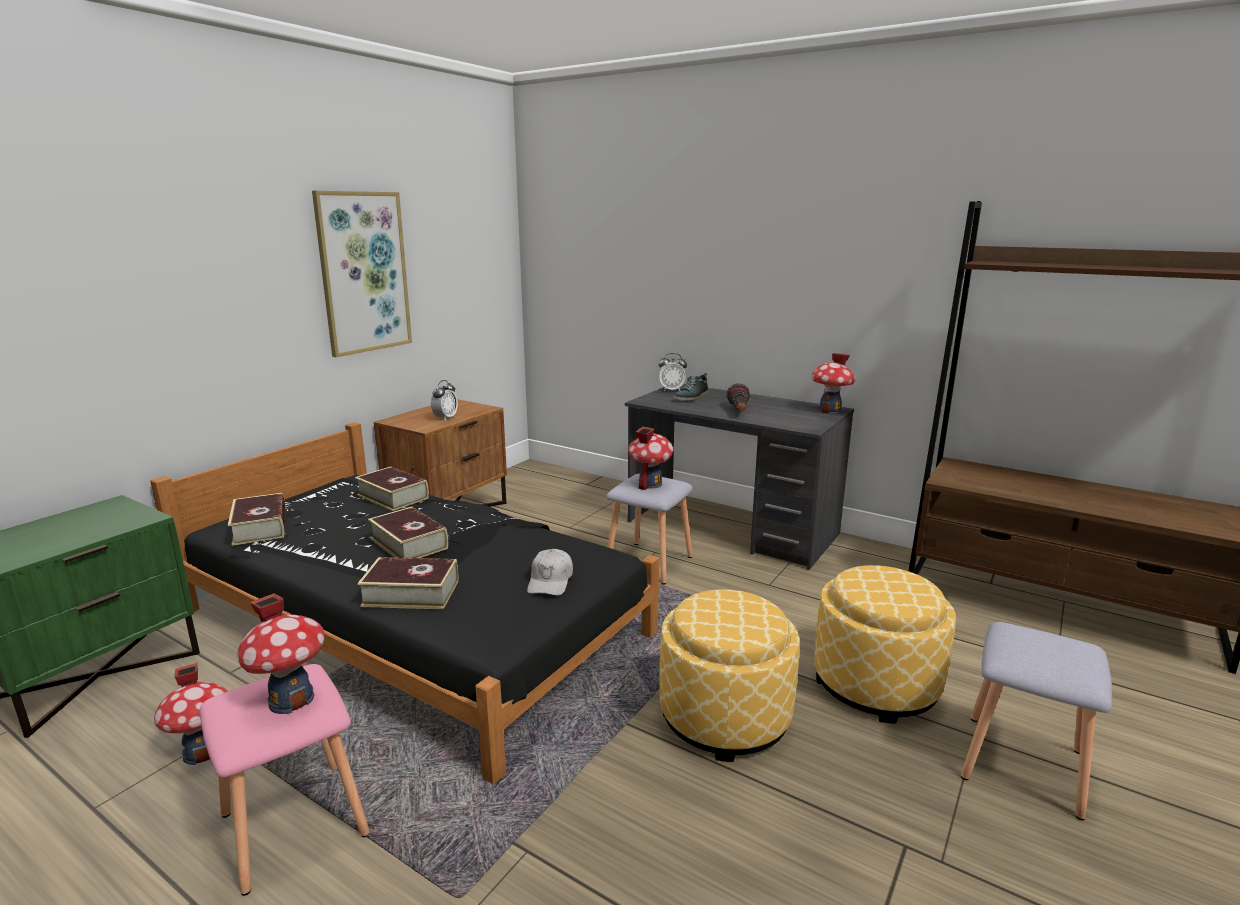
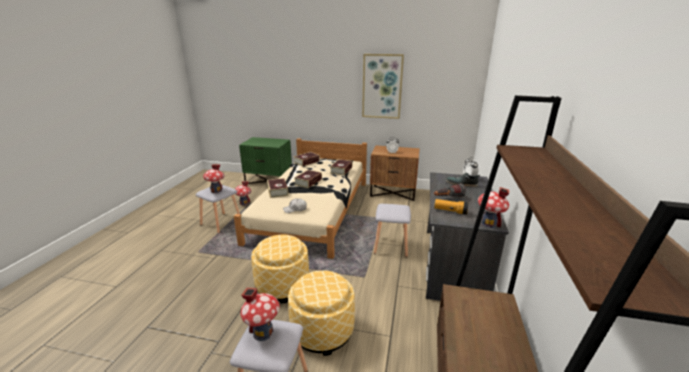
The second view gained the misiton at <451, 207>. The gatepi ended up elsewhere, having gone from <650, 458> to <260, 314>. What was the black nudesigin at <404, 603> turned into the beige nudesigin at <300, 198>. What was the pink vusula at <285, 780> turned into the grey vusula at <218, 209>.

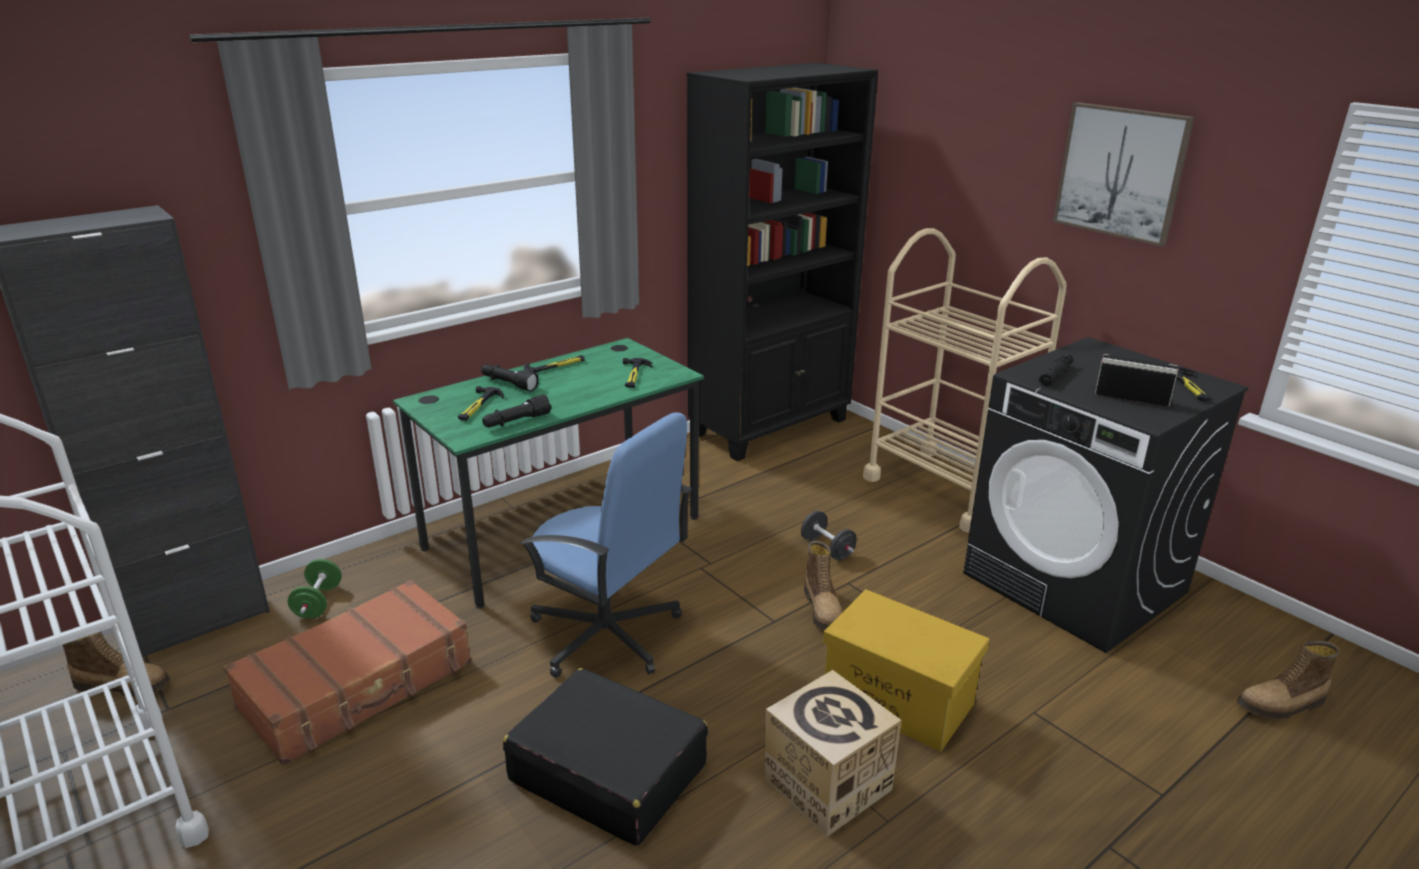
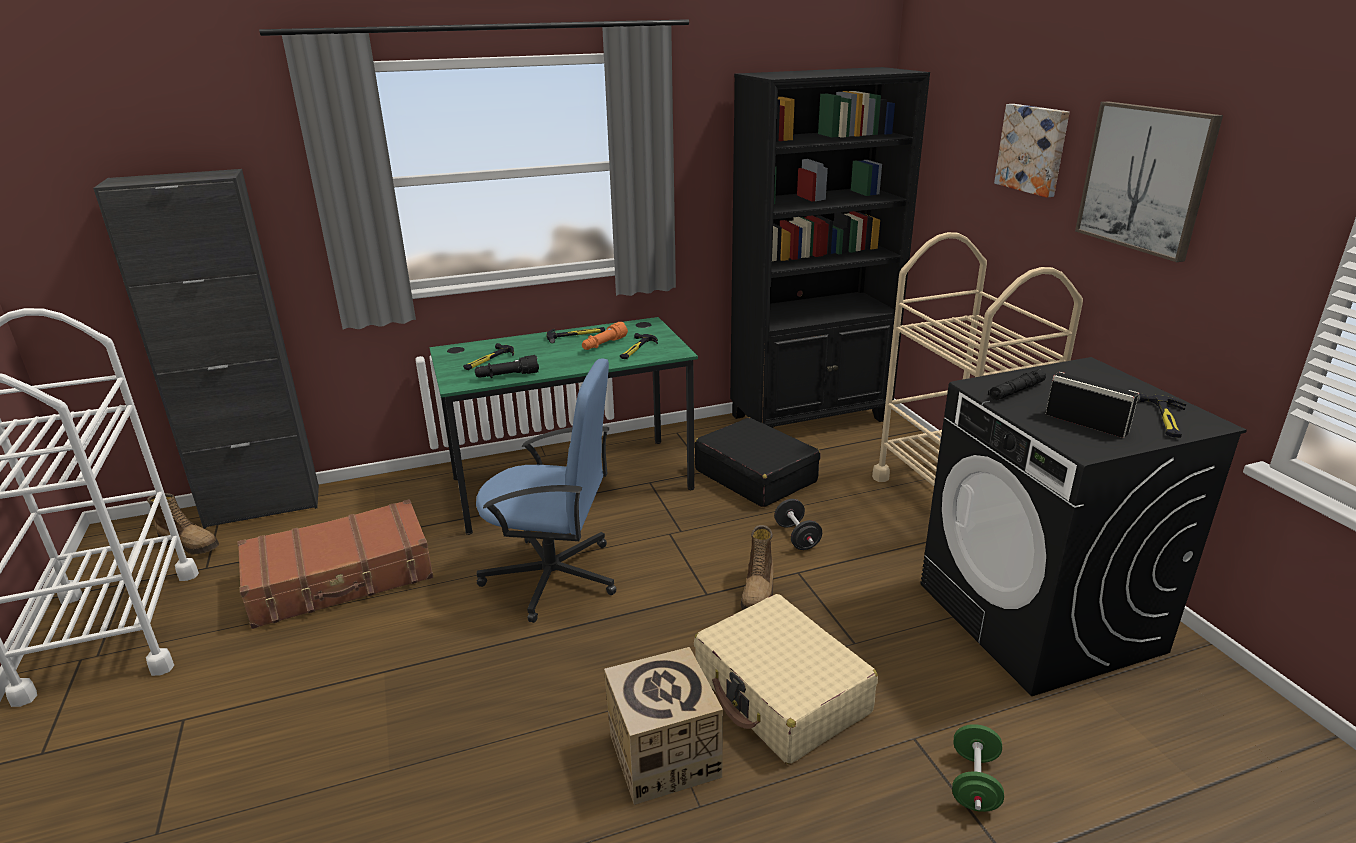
The second view lost the black misiton at <510, 377>. The second view lost the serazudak at <1288, 680>. The second view gained the orange misiton at <605, 336>. The second view gained the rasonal at <1031, 151>. The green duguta ended up elsewhere, having gone from <315, 589> to <978, 768>. The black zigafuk ended up elsewhere, having gone from <605, 757> to <757, 462>. Where the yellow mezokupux stood at <906, 670>, the beige zigafuk came to stand at <786, 679>. The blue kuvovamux at <606, 545> ended up facing another way, 45 degrees counterclockwise from before.

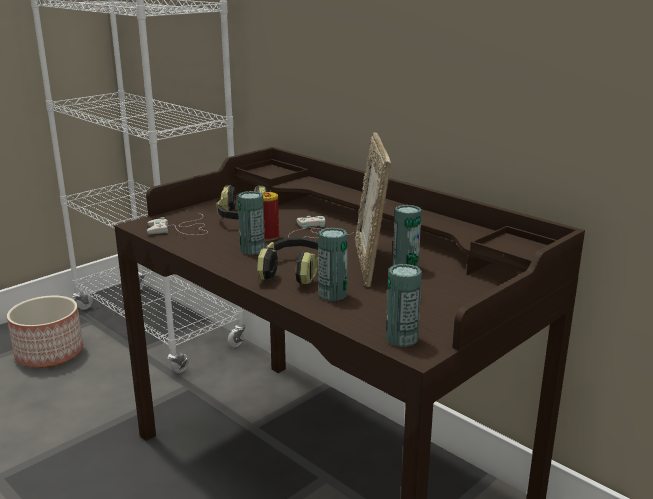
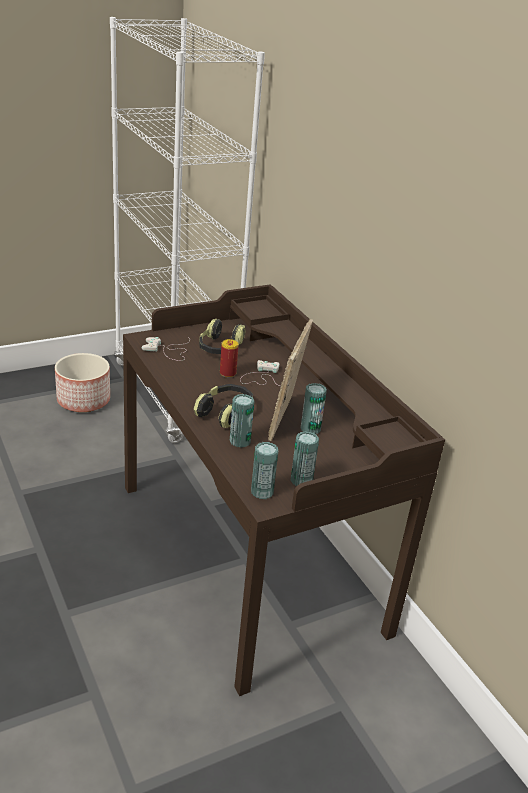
The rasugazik ended up elsewhere, having gone from <251, 223> to <305, 458>.

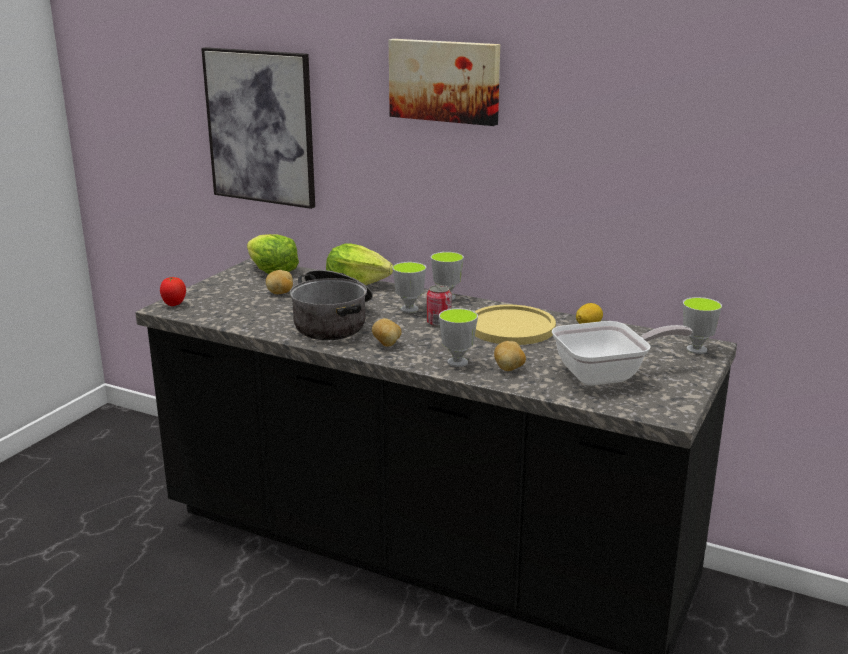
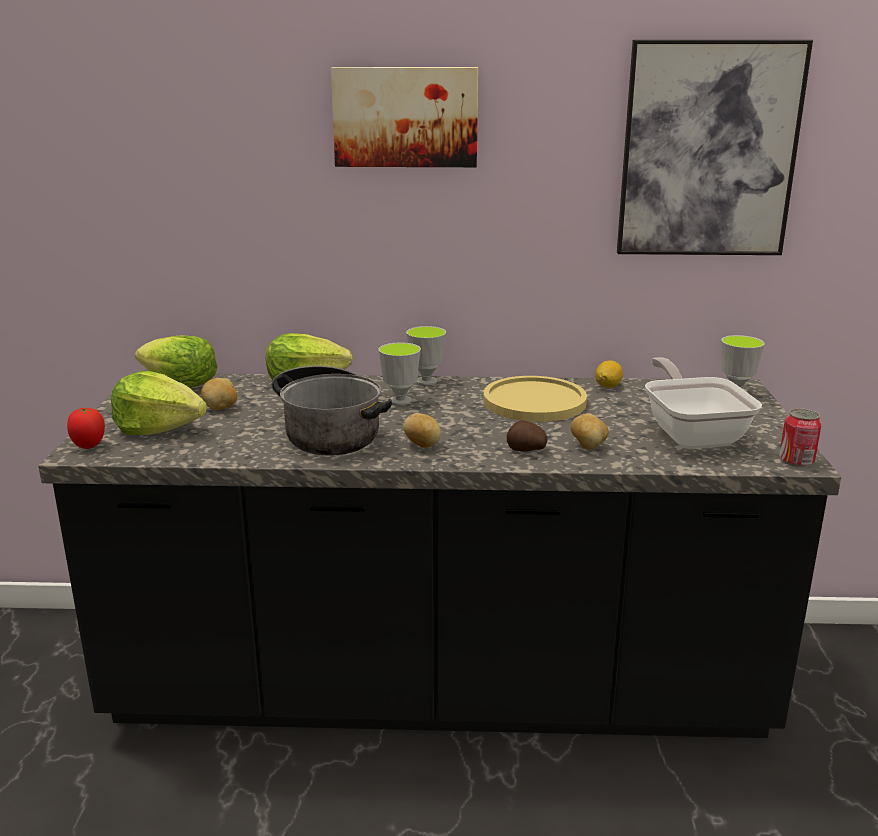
The second view gained the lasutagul at <159, 403>. The rasonal ended up elsewhere, having gone from <258, 128> to <715, 147>. The rasugazik ended up elsewhere, having gone from <439, 306> to <800, 437>. Where the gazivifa stood at <458, 337>, the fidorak came to stand at <527, 436>. The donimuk at <622, 353> ended up facing another way, 60 degrees counterclockwise from before.

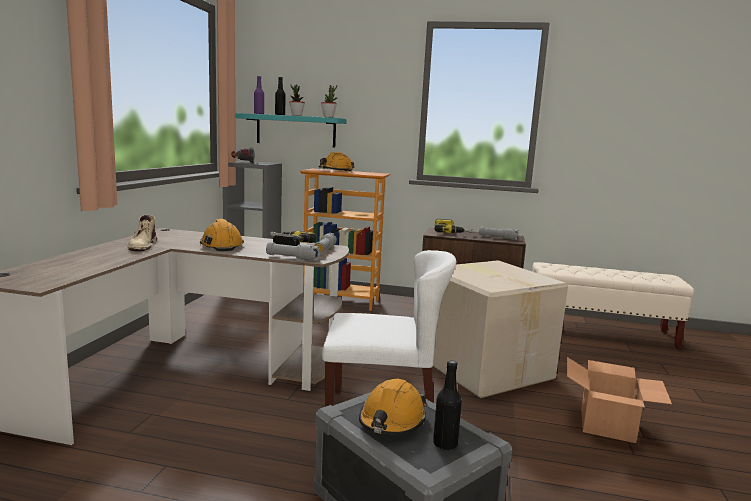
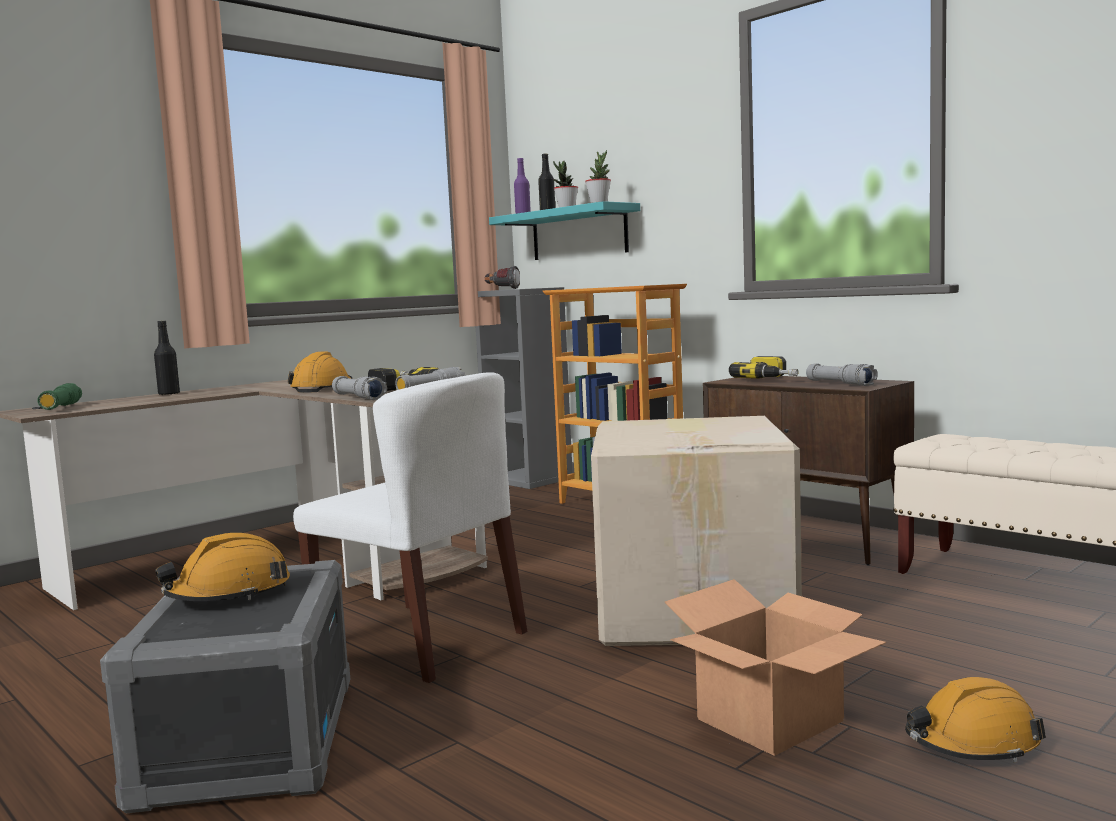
The second view lost the beige serazudak at <142, 233>. The second view gained the green misiton at <60, 396>. The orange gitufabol ended up elsewhere, having gone from <337, 162> to <975, 720>. The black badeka ended up elsewhere, having gone from <447, 405> to <167, 358>.

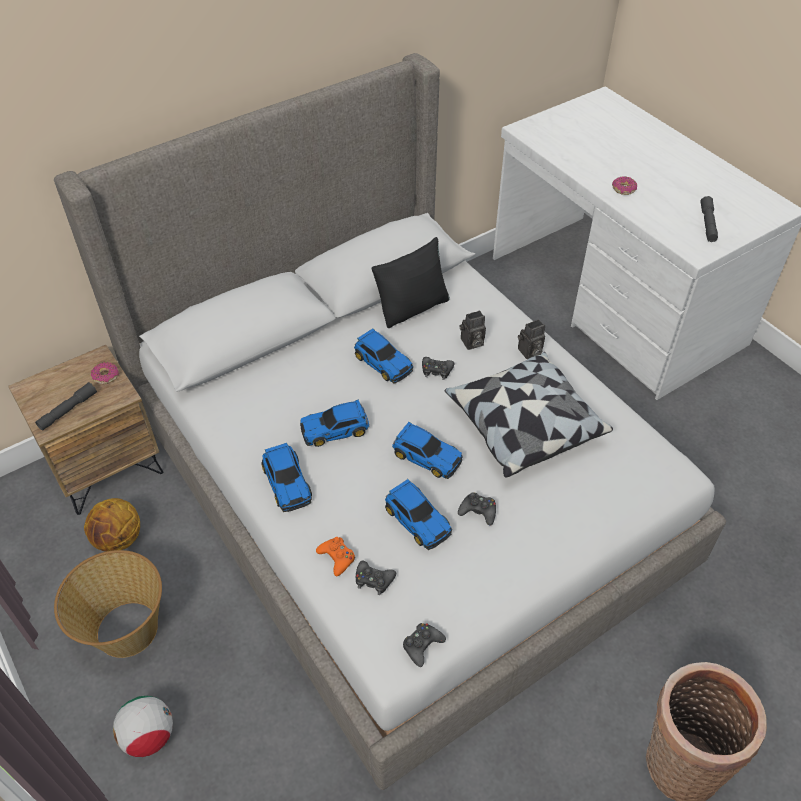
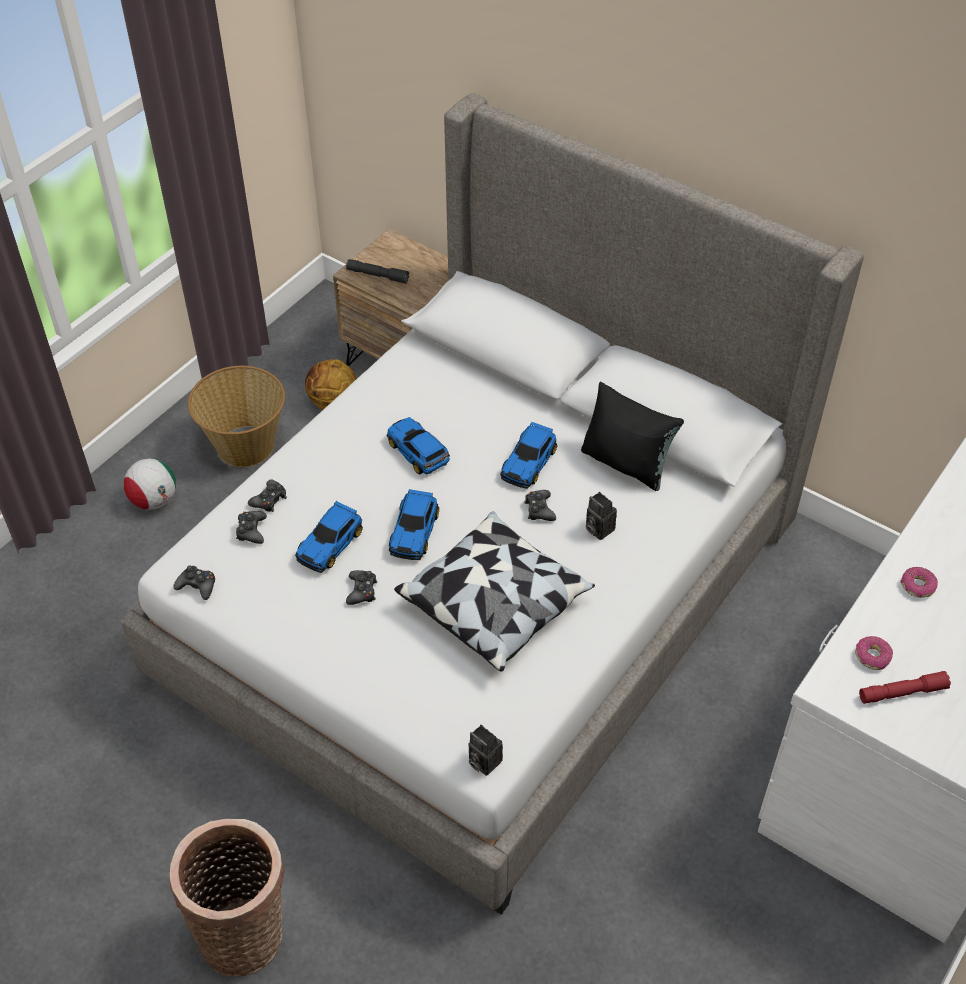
The second view lost the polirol at <286, 477>. The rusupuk ended up elsewhere, having gone from <105, 373> to <874, 653>. The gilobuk ended up elsewhere, having gone from <531, 339> to <485, 750>. What was the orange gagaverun at <335, 556> turned into the black gagaverun at <267, 495>. What was the grey misiton at <709, 219> turned into the red misiton at <905, 687>.

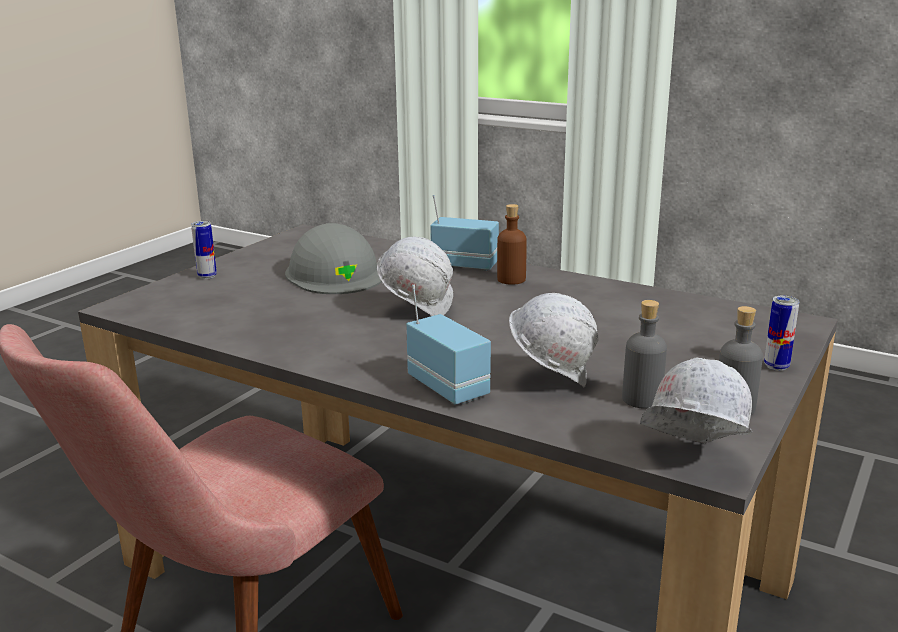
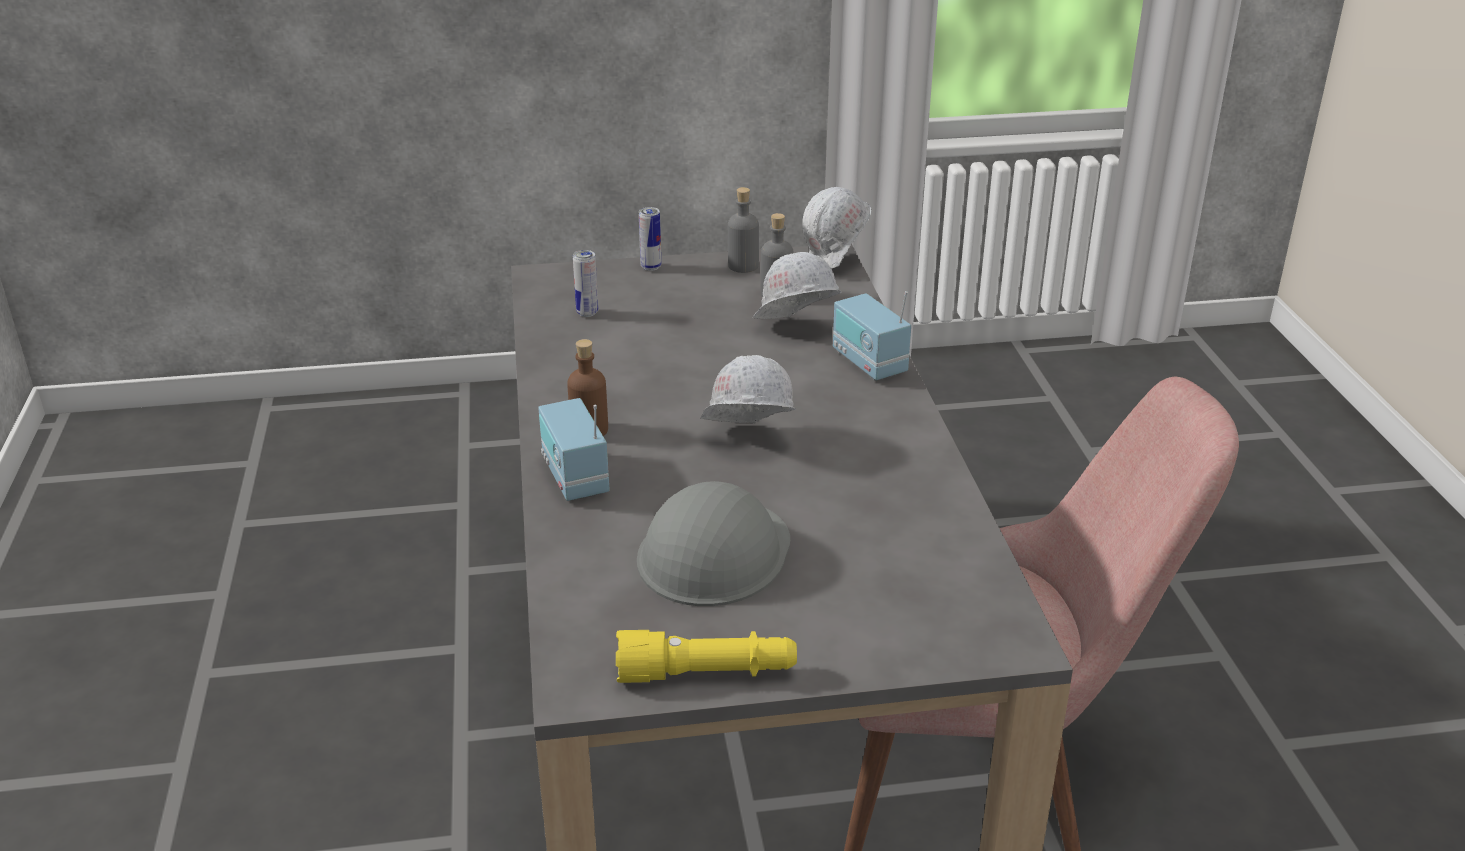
The second view gained the yellow misiton at <706, 656>. The rasugazik ended up elsewhere, having gone from <204, 250> to <585, 283>. The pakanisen at <448, 345> ended up facing another way, 45 degrees counterclockwise from before.

